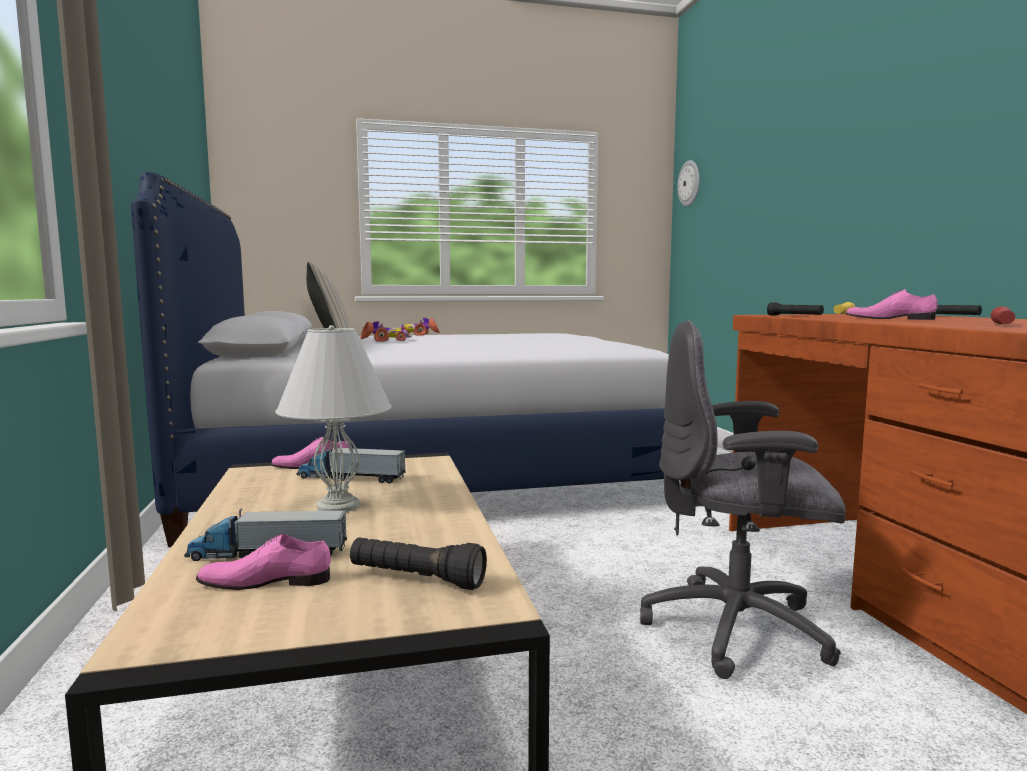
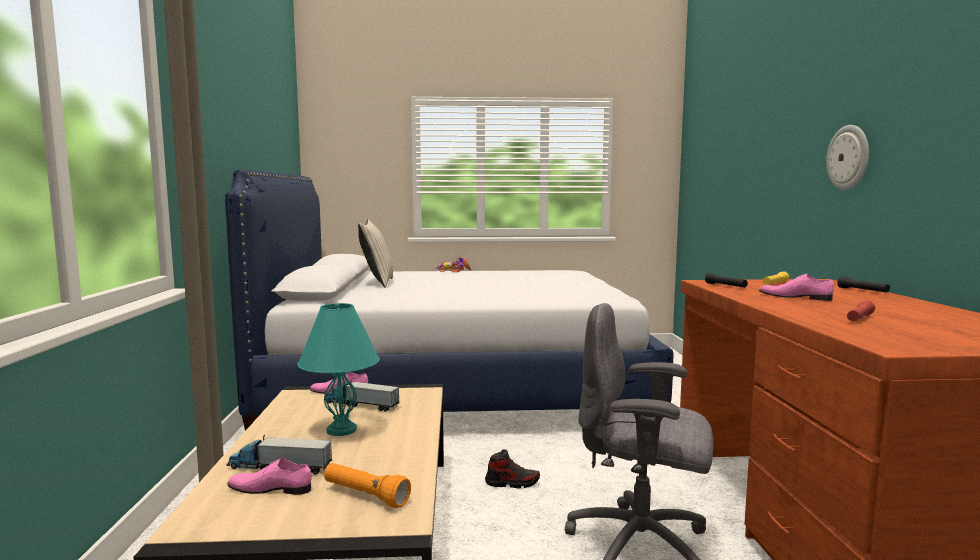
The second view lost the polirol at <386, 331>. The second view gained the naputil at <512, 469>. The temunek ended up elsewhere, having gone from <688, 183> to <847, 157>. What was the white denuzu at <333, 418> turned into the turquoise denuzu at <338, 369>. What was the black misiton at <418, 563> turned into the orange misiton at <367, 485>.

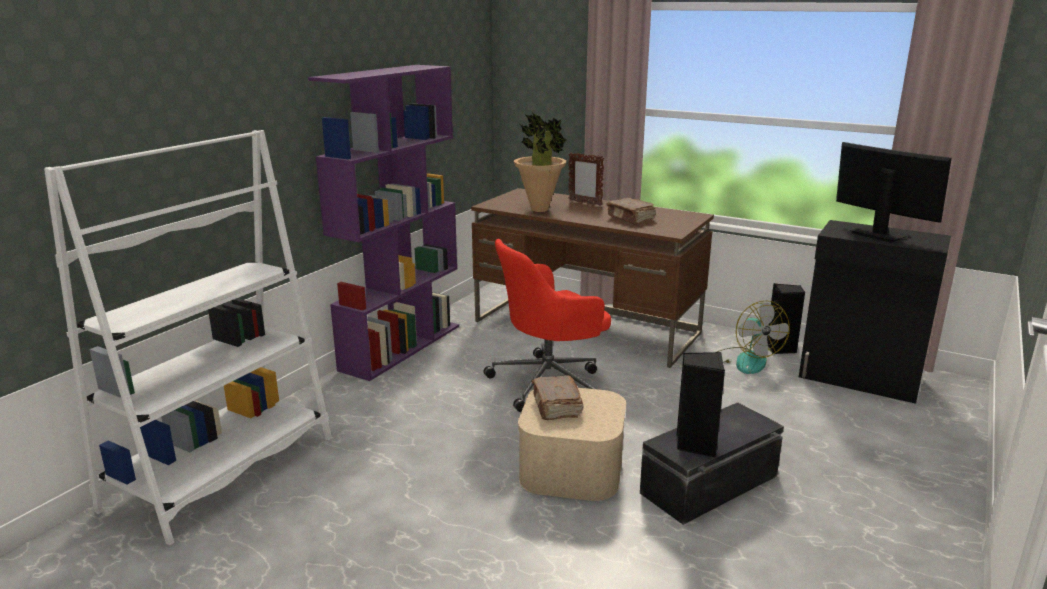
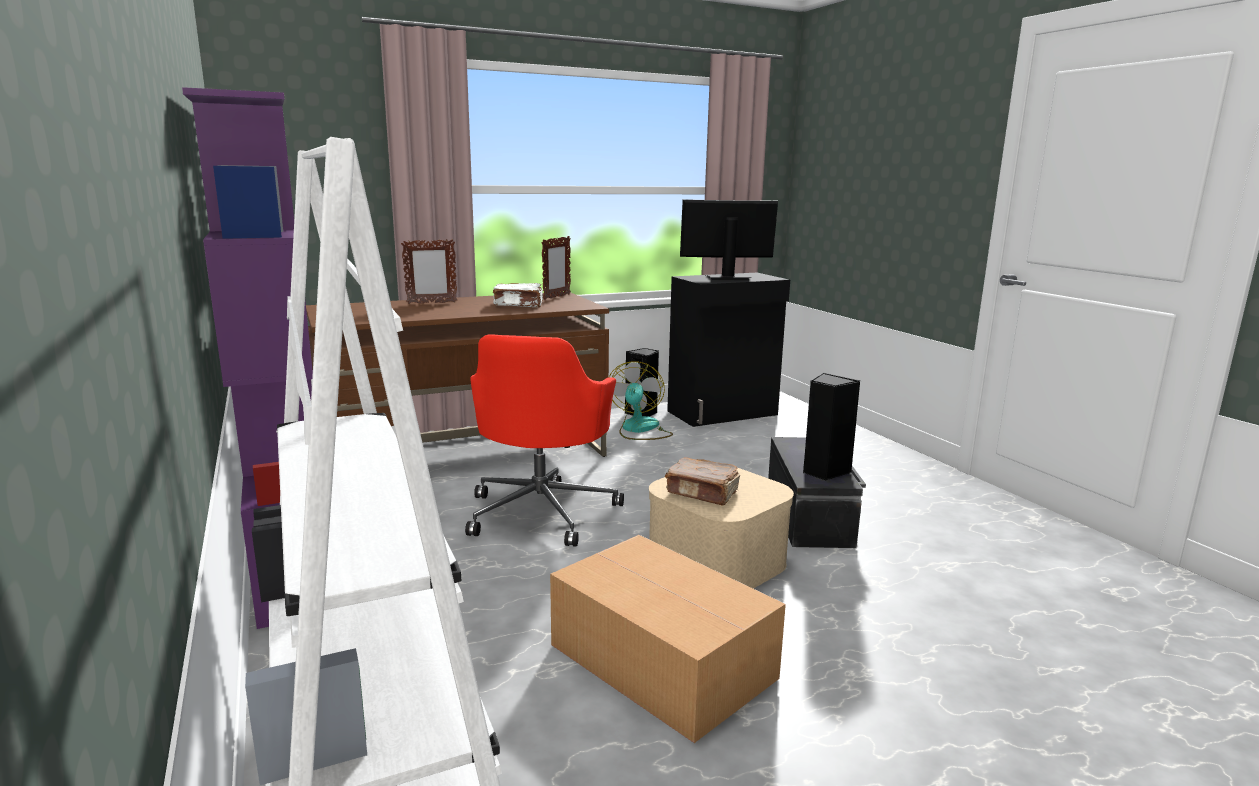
The second view lost the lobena at <540, 162>. The second view gained the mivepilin at <556, 268>. The second view gained the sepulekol at <668, 639>. What was the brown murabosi at <631, 211> turned into the white murabosi at <518, 295>. The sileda at <753, 337> ended up facing another way, 105 degrees counterclockwise from before.

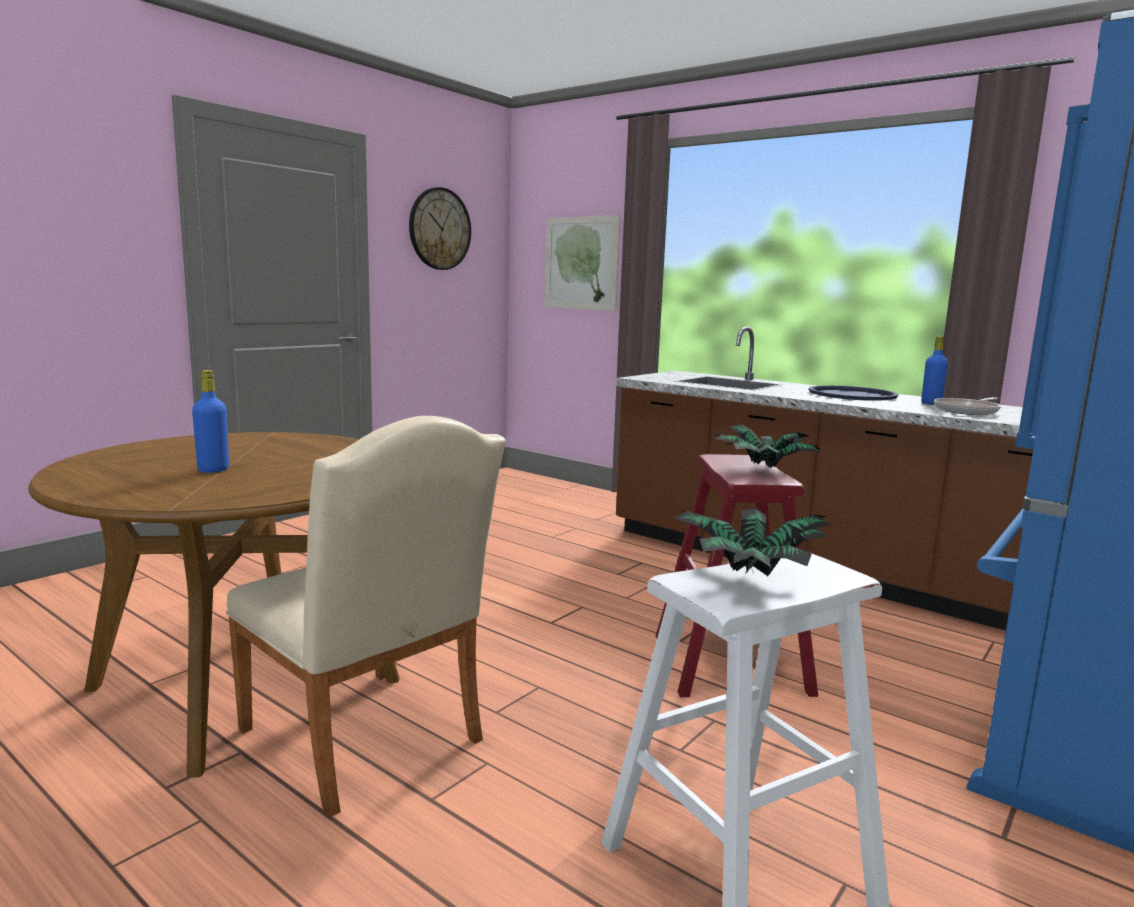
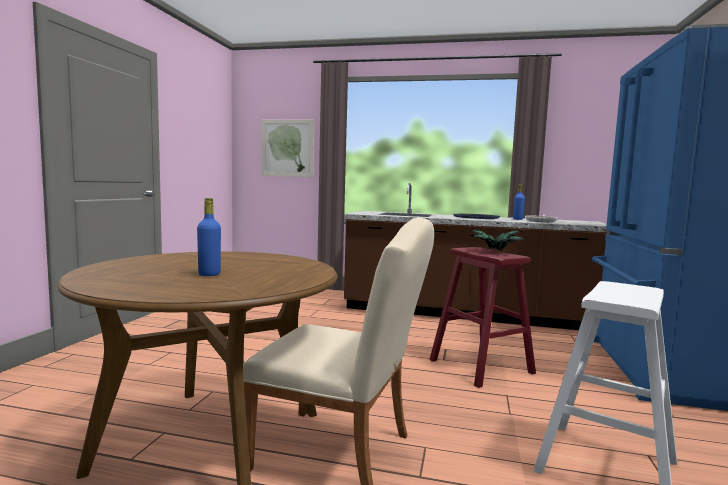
The second view lost the temunek at <440, 228>. The second view lost the lobena at <753, 542>.

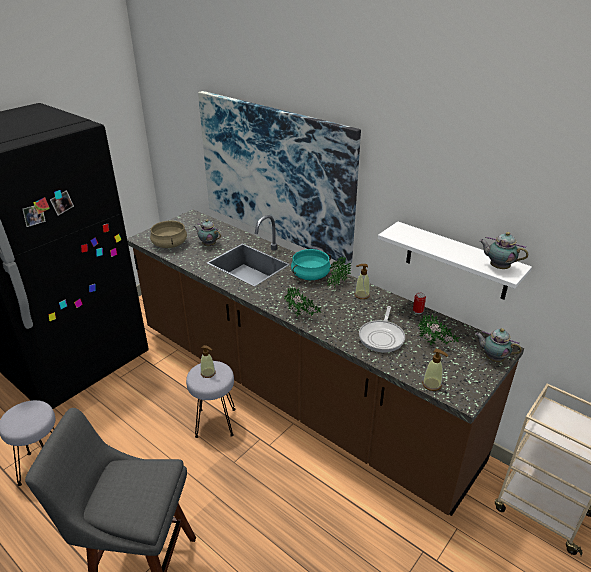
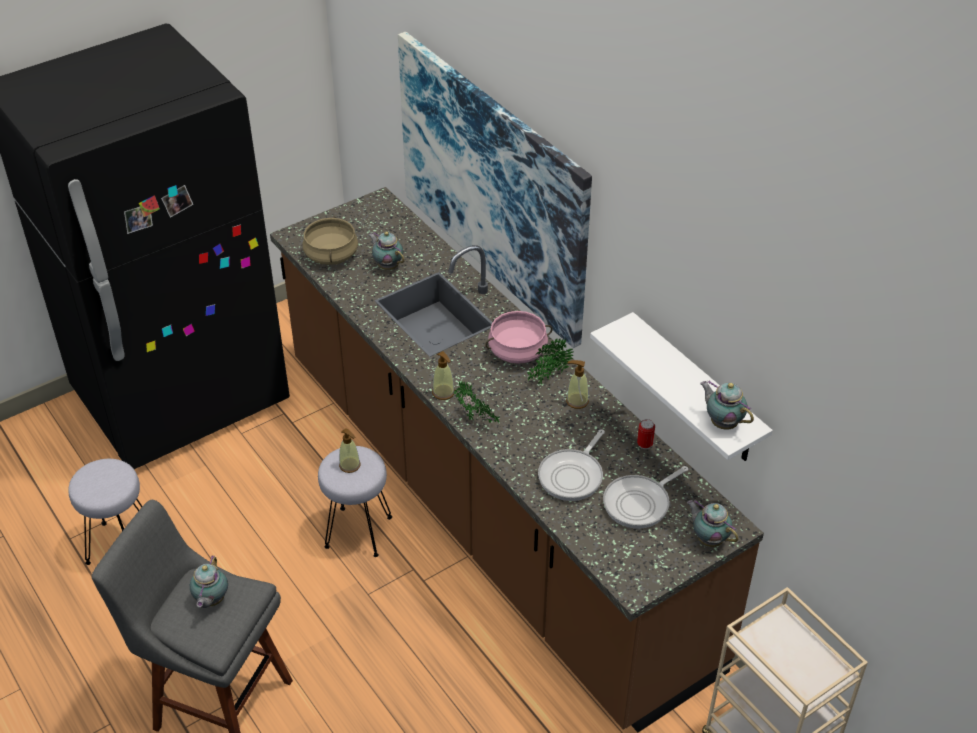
The second view gained the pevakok at <209, 581>. The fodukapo ended up elsewhere, having gone from <435, 370> to <443, 375>. Where the lobena stood at <439, 329>, the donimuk came to stand at <645, 497>. What was the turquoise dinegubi at <311, 264> turned into the pink dinegubi at <519, 337>.

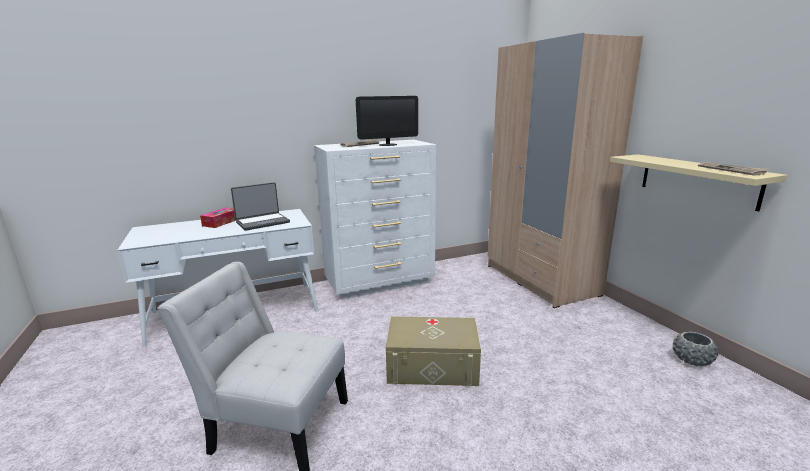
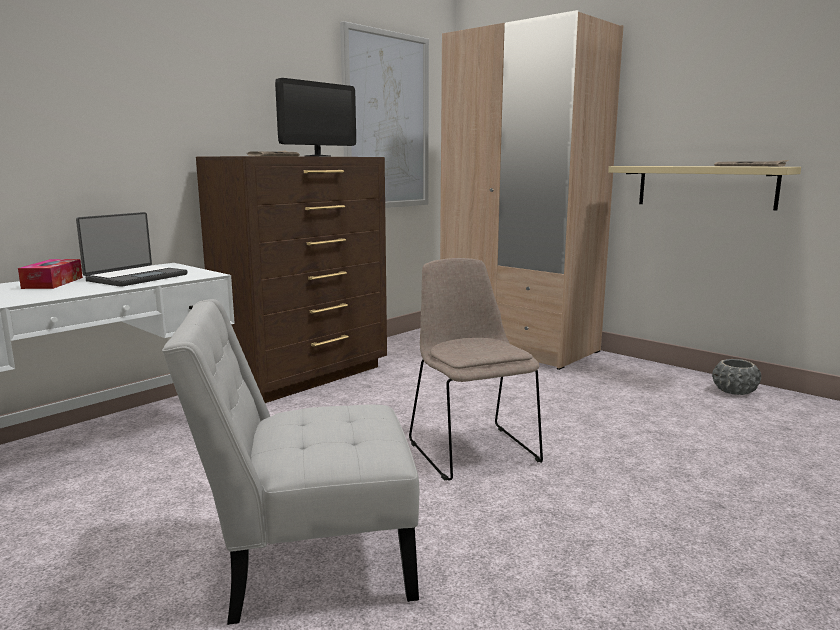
The second view gained the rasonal at <384, 114>. Where the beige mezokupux stood at <433, 351>, the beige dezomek came to stand at <476, 369>. What was the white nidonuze at <375, 220> turned into the brown nidonuze at <291, 279>.

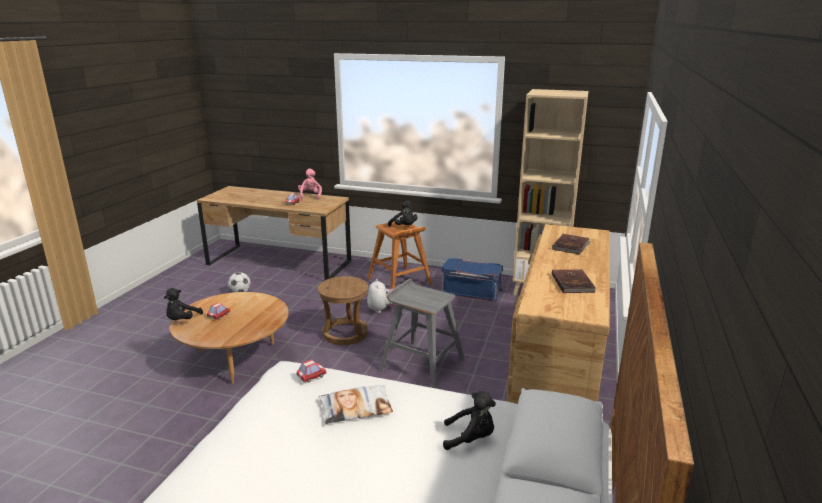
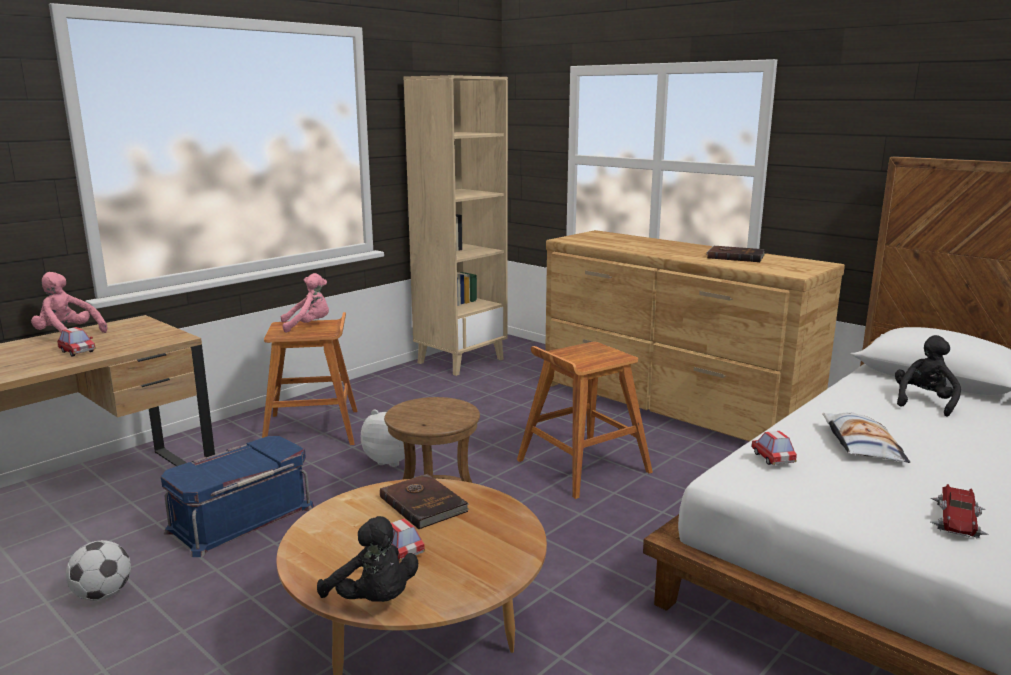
The second view gained the polirol at <959, 511>. The blue mezokupux ended up elsewhere, having gone from <472, 280> to <238, 496>. The brown murabosi ended up elsewhere, having gone from <571, 244> to <424, 501>. What was the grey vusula at <422, 333> turned into the brown vusula at <585, 420>. What was the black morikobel at <402, 213> turned into the pink morikobel at <305, 303>.

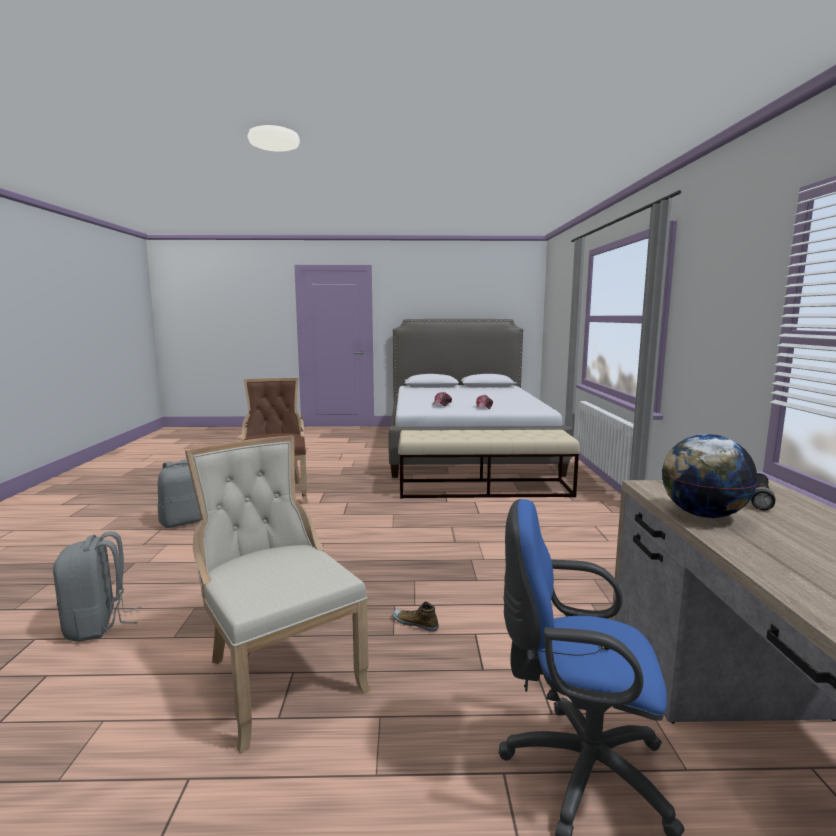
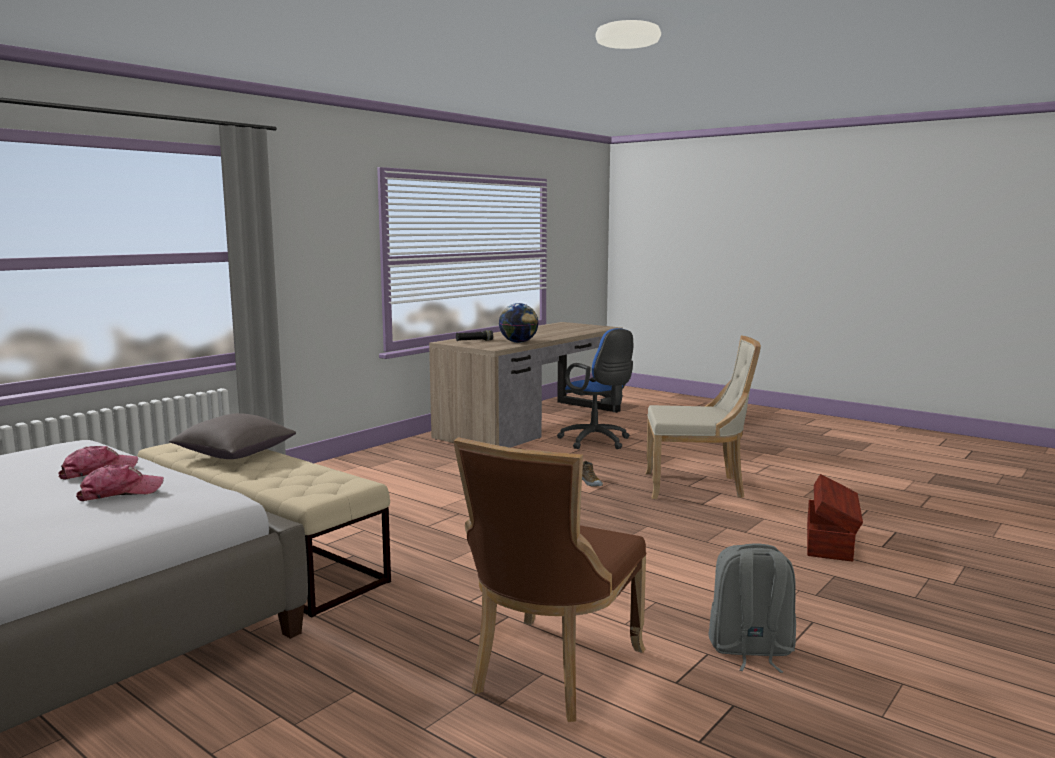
The second view gained the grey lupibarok at <232, 436>. Where the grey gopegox stood at <97, 586>, the brown mezokupux came to stand at <835, 517>. The beige dezomek at <278, 594> ended up facing another way, 90 degrees counterclockwise from before.

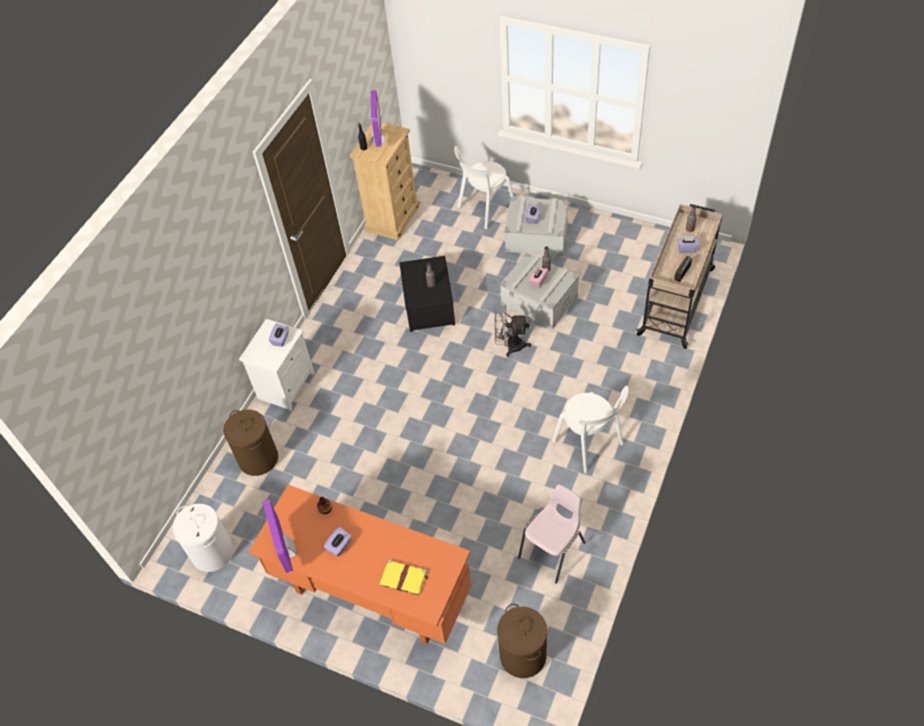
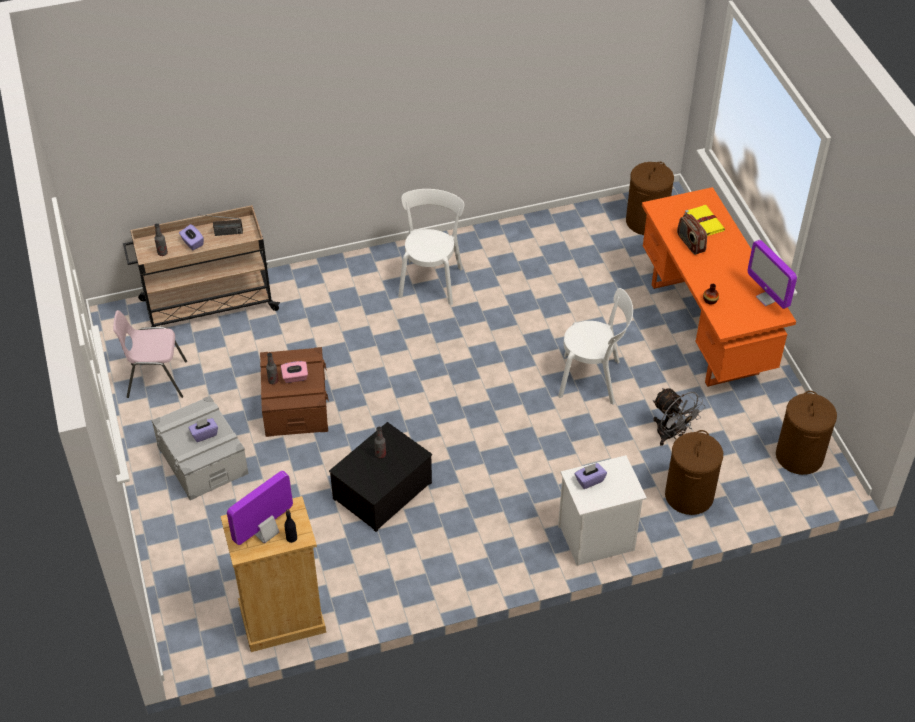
The second view lost the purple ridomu at <337, 542>. The second view gained the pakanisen at <692, 234>. The white dezomek ended up elsewhere, having gone from <484, 187> to <595, 346>. The grey sileda ended up elsewhere, having gone from <512, 331> to <679, 417>. The pink dezomek ended up elsewhere, having gone from <552, 534> to <150, 354>. What was the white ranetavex at <202, 538> turned into the brown ranetavex at <806, 433>. What was the grey mezokupux at <539, 290> turned into the brown mezokupux at <294, 392>. The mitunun at <280, 536> ended up facing another way, 120 degrees clockwise from before.

